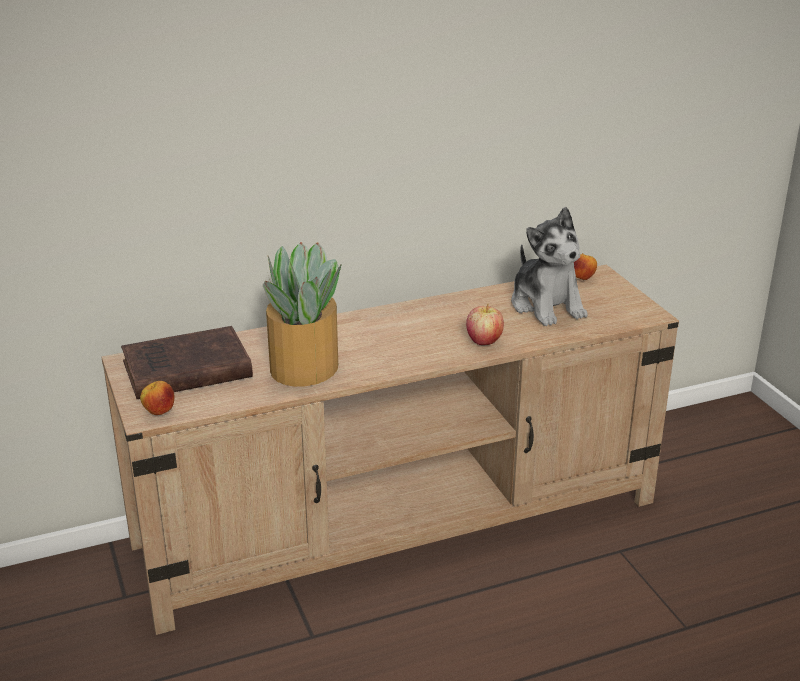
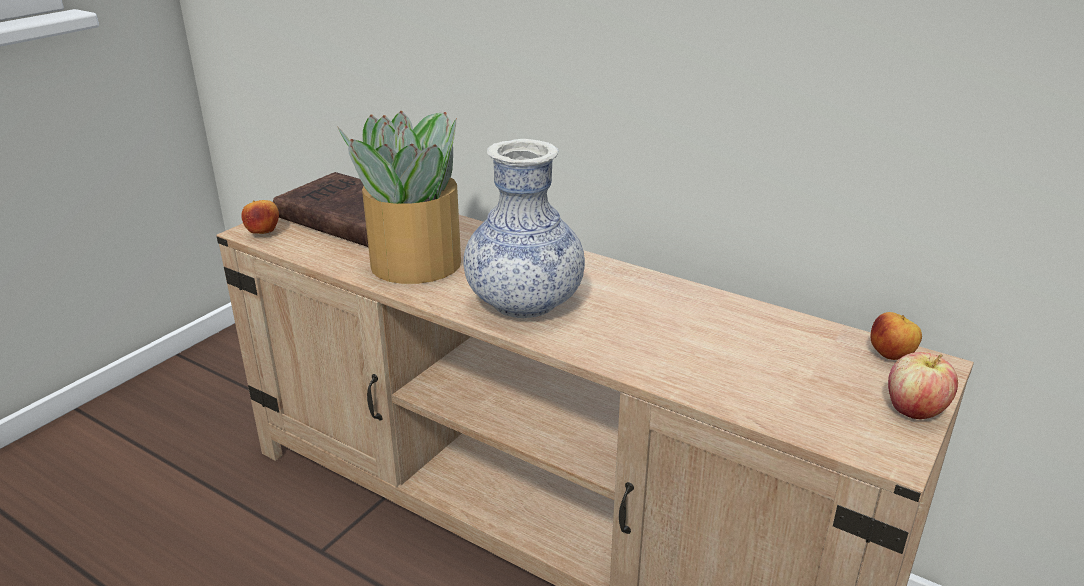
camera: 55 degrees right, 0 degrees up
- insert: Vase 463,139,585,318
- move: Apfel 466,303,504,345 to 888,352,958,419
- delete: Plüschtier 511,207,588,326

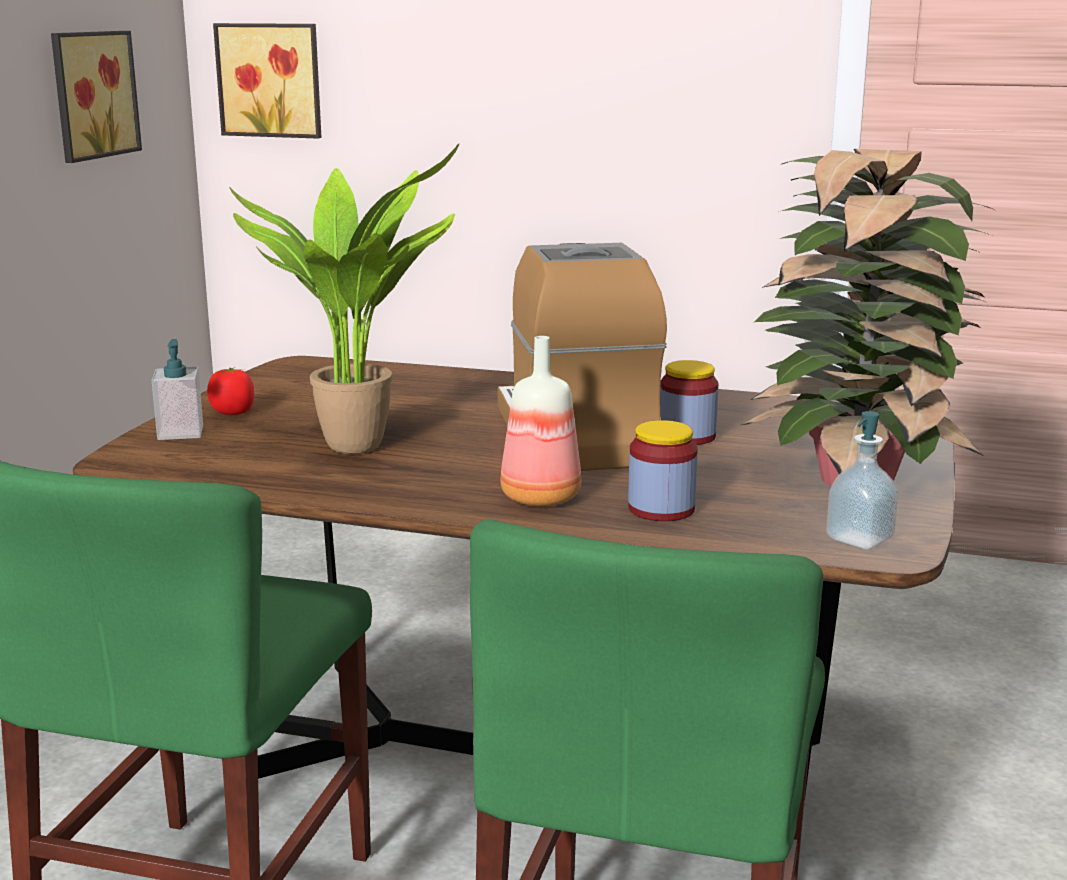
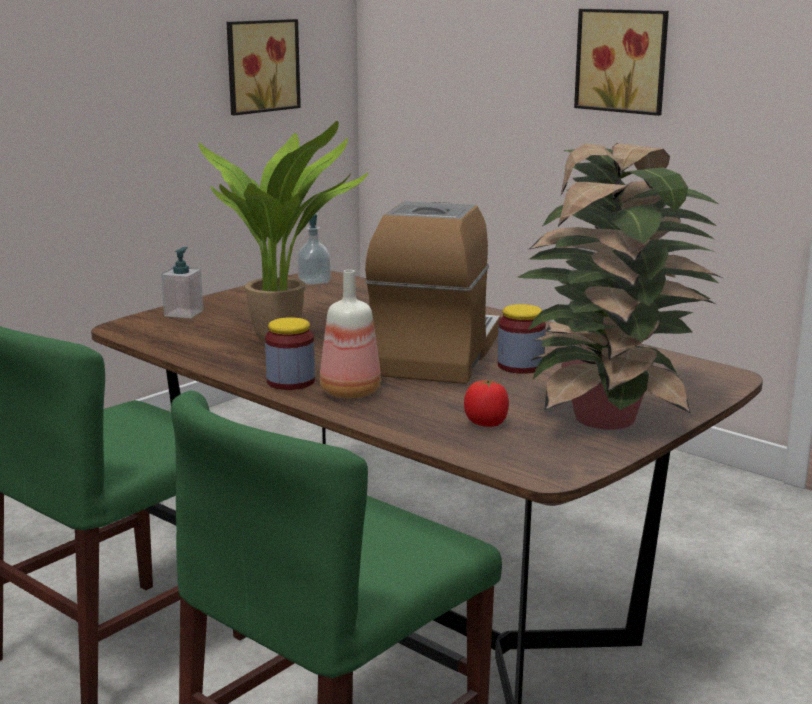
camera: 25 degrees right, 0 degrees up
- move: Vorratsglas 628,420,698,521 to 265,317,315,390
- move: Seifenspender 826,411,899,550 to 297,214,331,285
- move: Tomate 207,367,254,415 to 464,379,509,427
- move: Bild 213,23,322,139 to 574,9,669,116

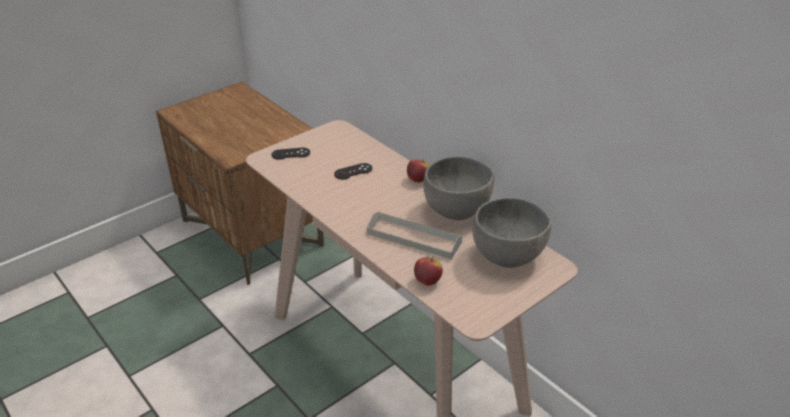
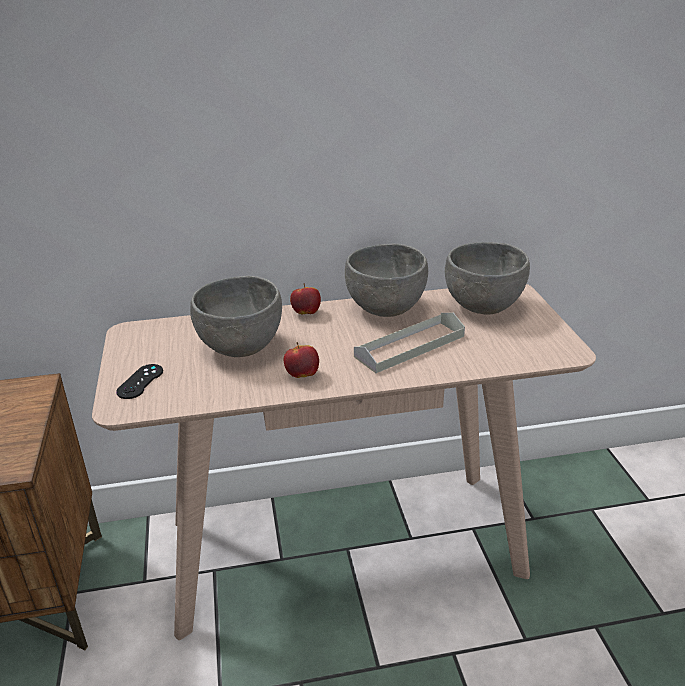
camera: 60 degrees left, 5 degrees down
- replace: Gamepad [schwarz] 334,163,372,179 to Schüssel [grau] 190,276,282,357
- move: Apfel 414,256,443,286 to 284,342,319,378

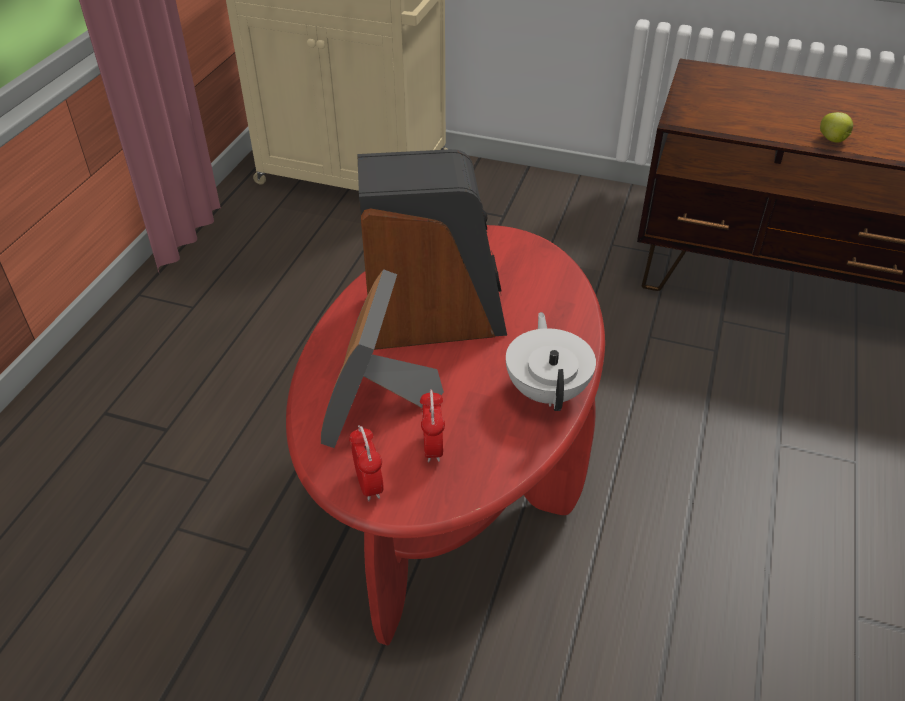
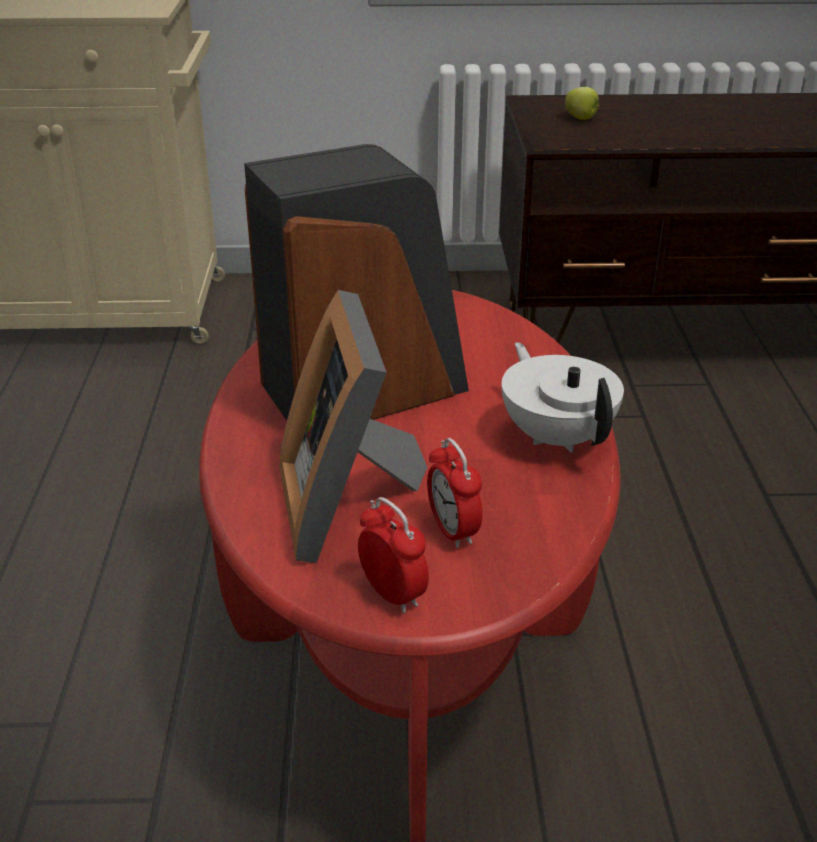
camera: 20 degrees left, 10 degrees down
- move: Apfel 820,112,853,143 to 565,87,600,120

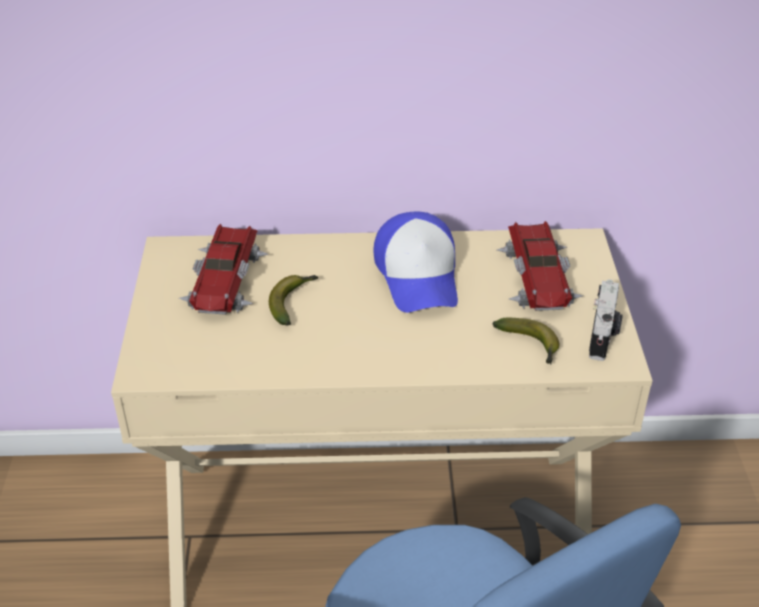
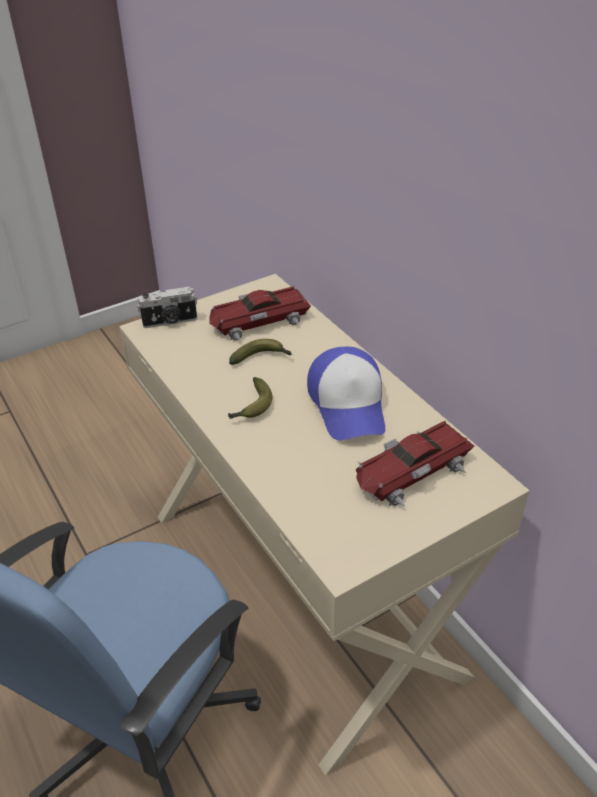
camera: 60 degrees right, 0 degrees up
- move: Kamera 589,279,623,361 to 137,287,197,328
- move: Banane 492,318,559,365 to 228,377,272,419
- rotate: Kappe 374,212,458,313 = 307,347,385,441 60 degrees counterclockwise

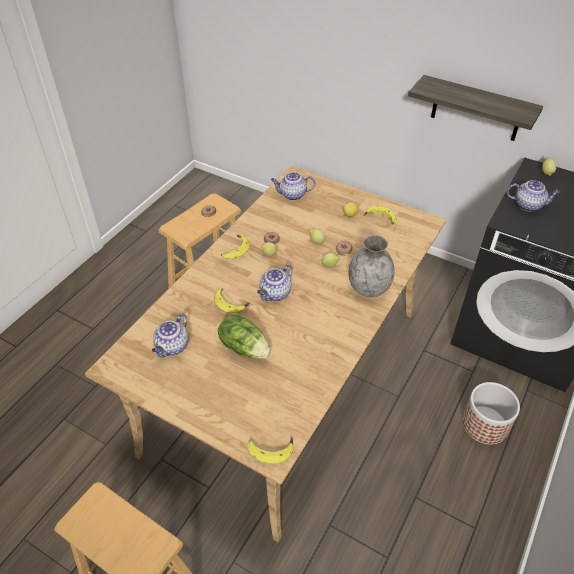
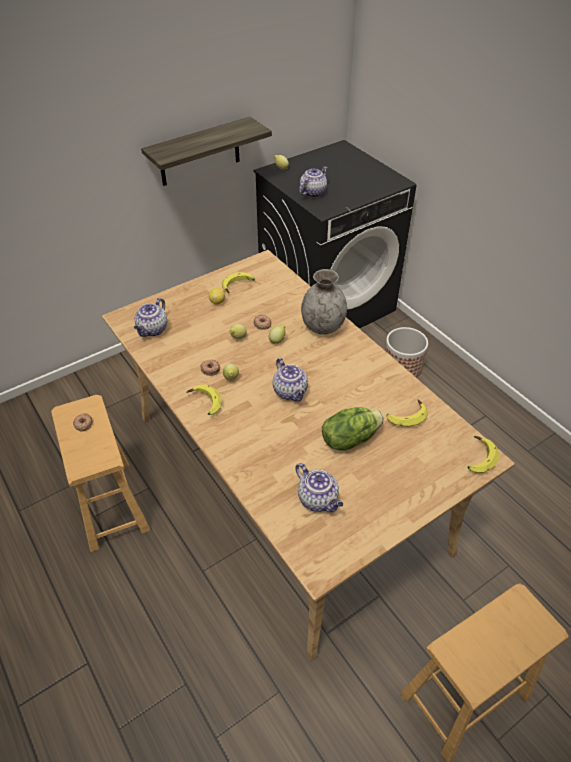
camera: 65 degrees left, 0 degrees up
- move: Banane 214,288,250,314 to 386,399,428,427

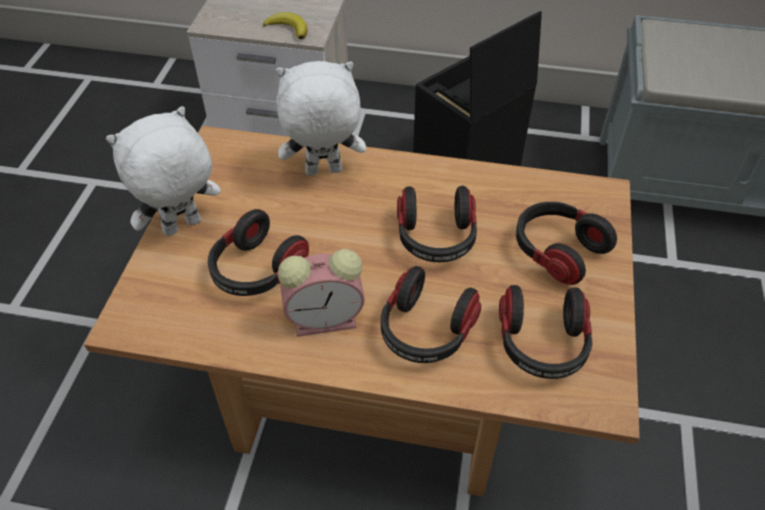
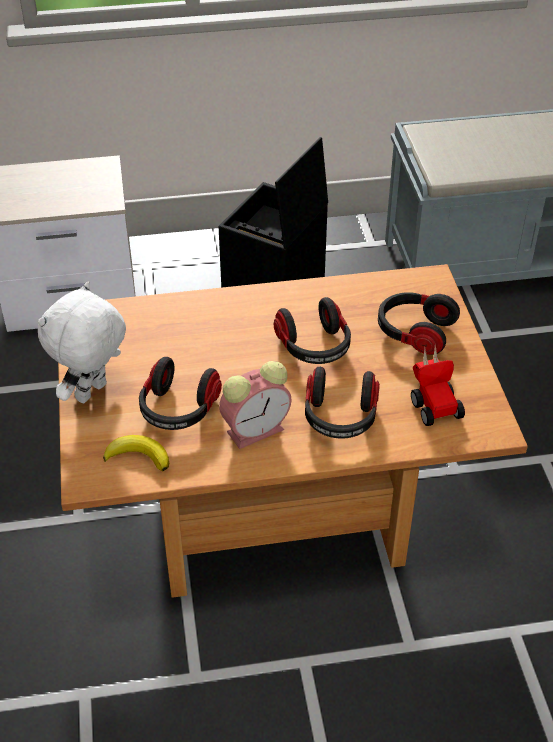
camera: 20 degrees left, 5 degrees down
- move: Banane 263,12,307,39 to 103,435,169,471
- replace: Kopfhörer 499,285,593,379 to Spielzeugauto 411,345,465,426
- delete: Plüschtier [weiß] 276,61,366,175

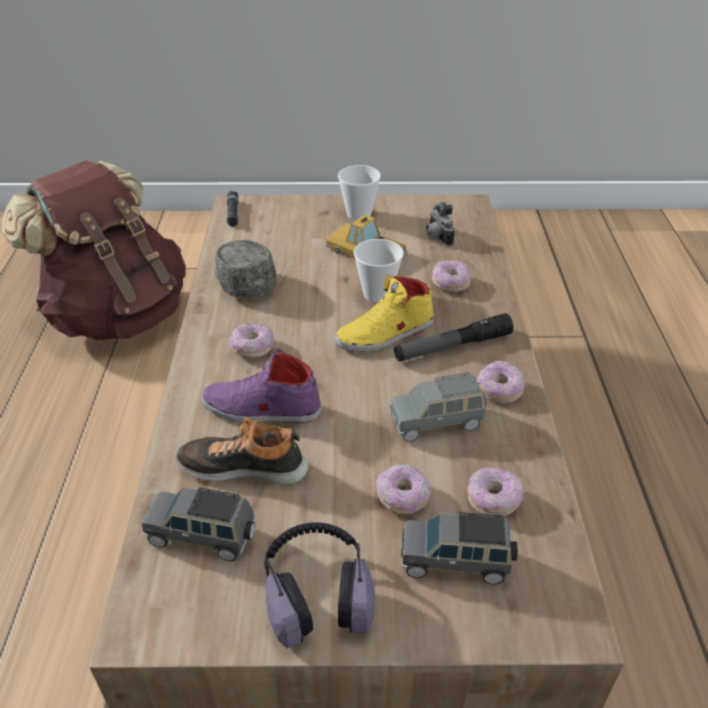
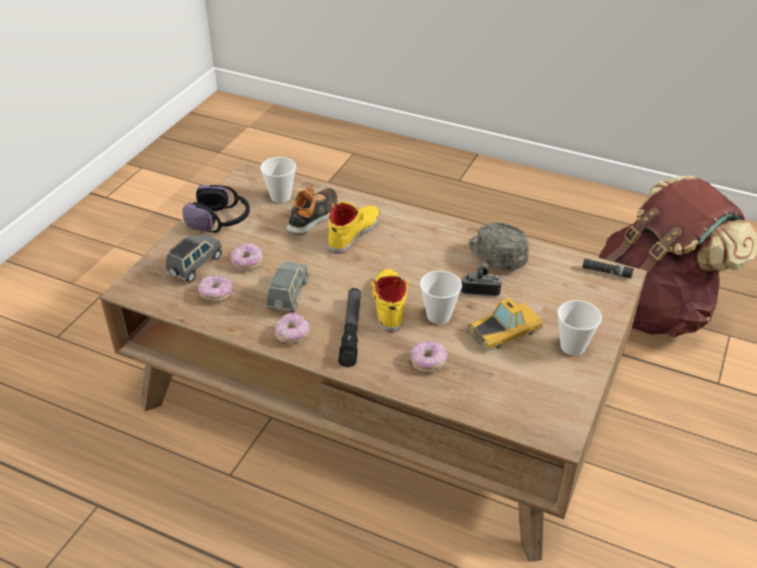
camera: 115 degrees right, 0 degrees up
- replace: Spielzeugauto [grau] 142,487,255,561 to Tasse 260,157,296,203
- recolor: Schuh [lila] 202,348,322,423 to Schuh [gelb] 328,202,380,254
- move: Kamera 426,202,455,246 to 461,262,502,296
- rotate: Kappe [grau] 215,240,277,298 = 469,223,529,271 120 degrees counterclockwise
- delete: Donut 229,323,274,358

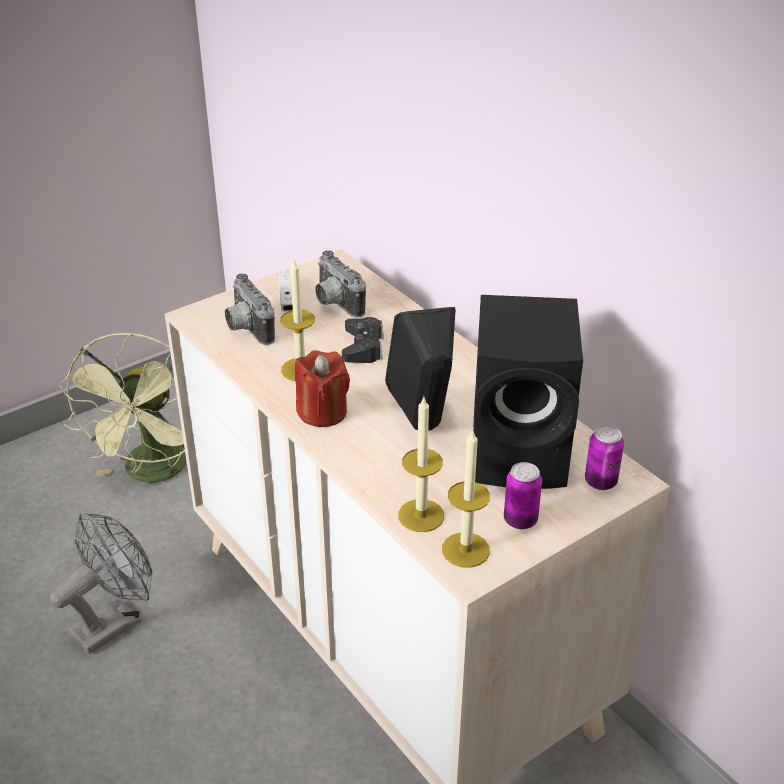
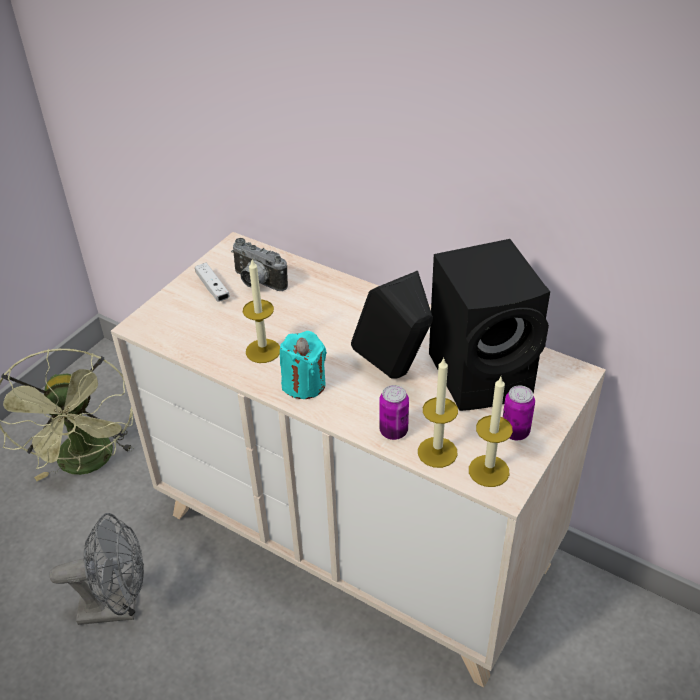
camera: 20 degrees left, 5 degrees up
- rotate: Ventilator [grau] 50,513,152,654 = 49,513,144,625 60 degrees clockwise
- recolor: Kerze [rot] 295,350,350,427 to Kerze [türkis] 280,331,327,399
- move: Dose 585,425,624,490 to 379,385,409,440
- delete: Kamera 225,274,275,345
- delete: Gamepad [schwarz] 342,317,384,363

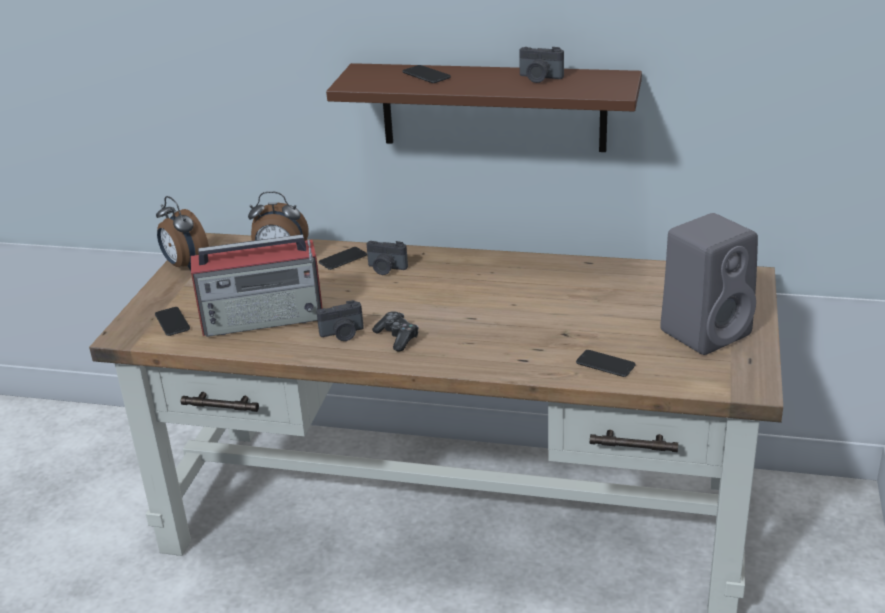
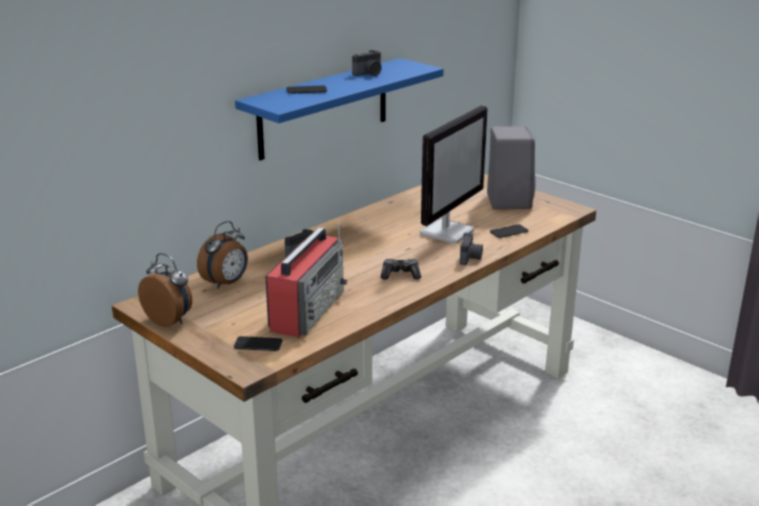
camera: 60 degrees left, 5 degrees down
- rotate: Wecker 156,196,209,271 = 138,253,192,327 135 degrees counterclockwise
- recolor: Wandregal [braun] 326,63,642,152 to Wandregal [blau] 235,58,444,160
- insert: Monitor 420,105,488,243
- move: Kamera 316,300,364,341 to 460,233,483,265
- delete: Handy 319,247,367,270

